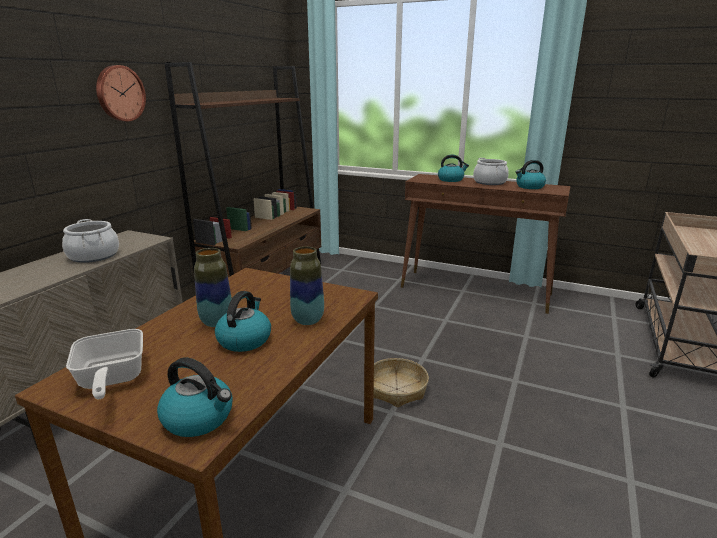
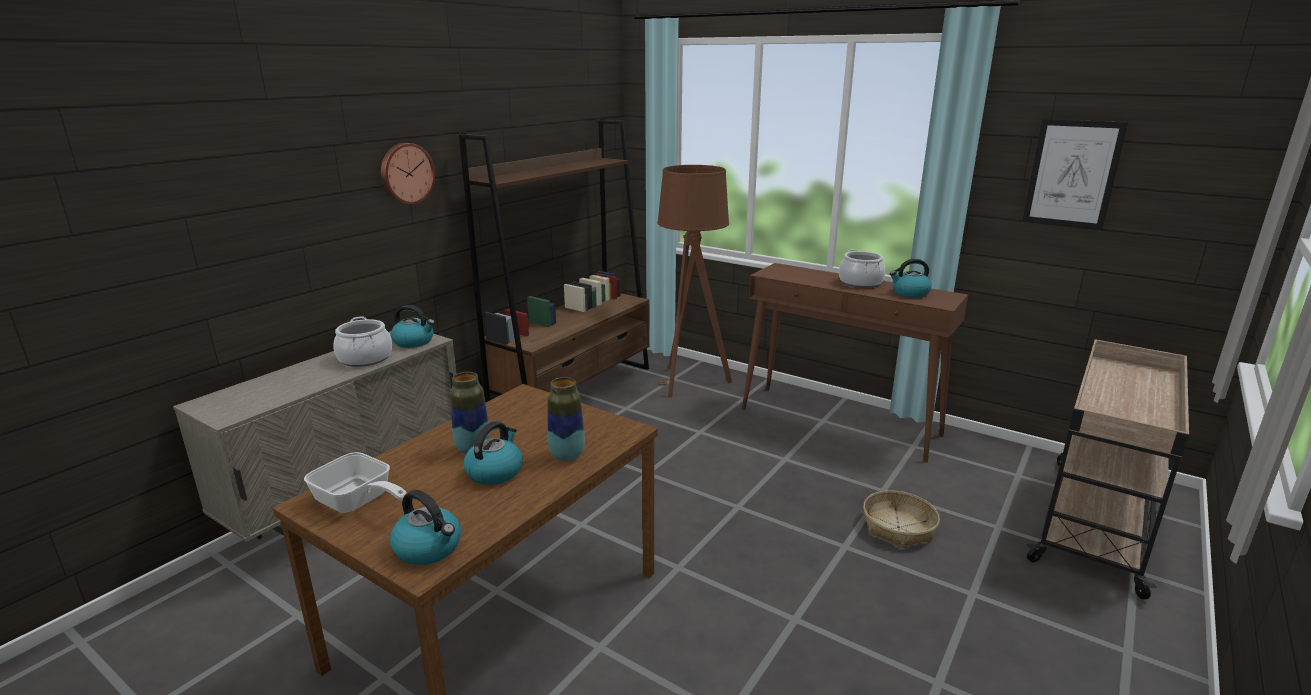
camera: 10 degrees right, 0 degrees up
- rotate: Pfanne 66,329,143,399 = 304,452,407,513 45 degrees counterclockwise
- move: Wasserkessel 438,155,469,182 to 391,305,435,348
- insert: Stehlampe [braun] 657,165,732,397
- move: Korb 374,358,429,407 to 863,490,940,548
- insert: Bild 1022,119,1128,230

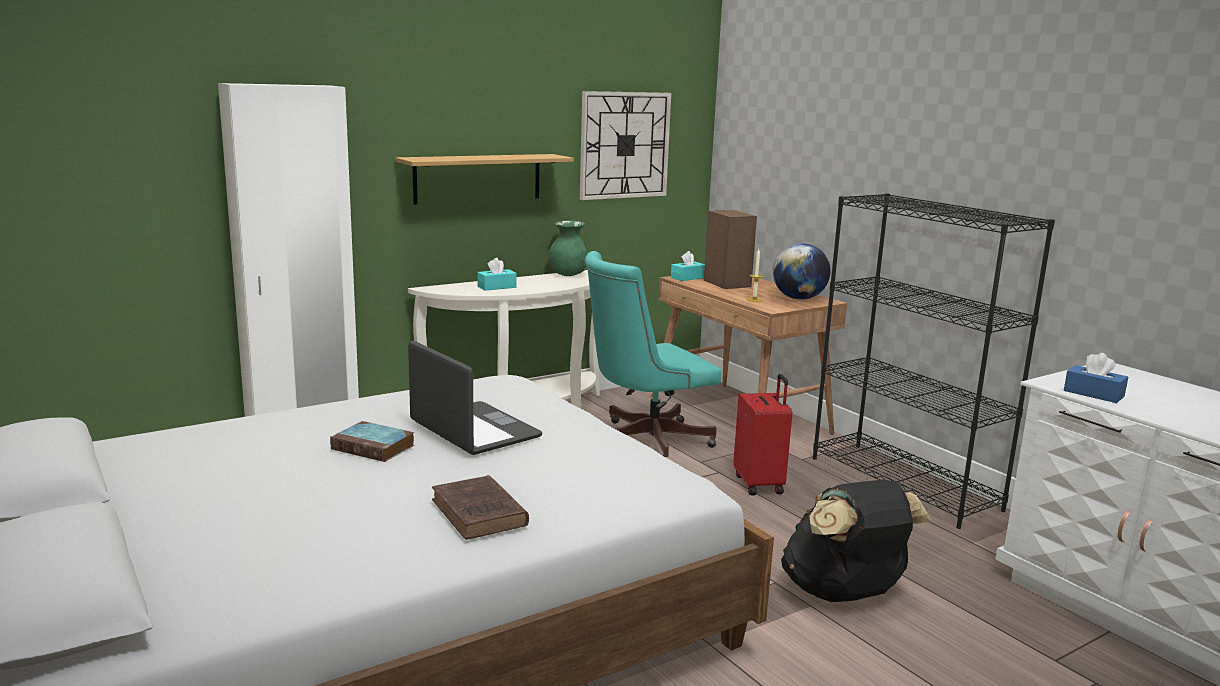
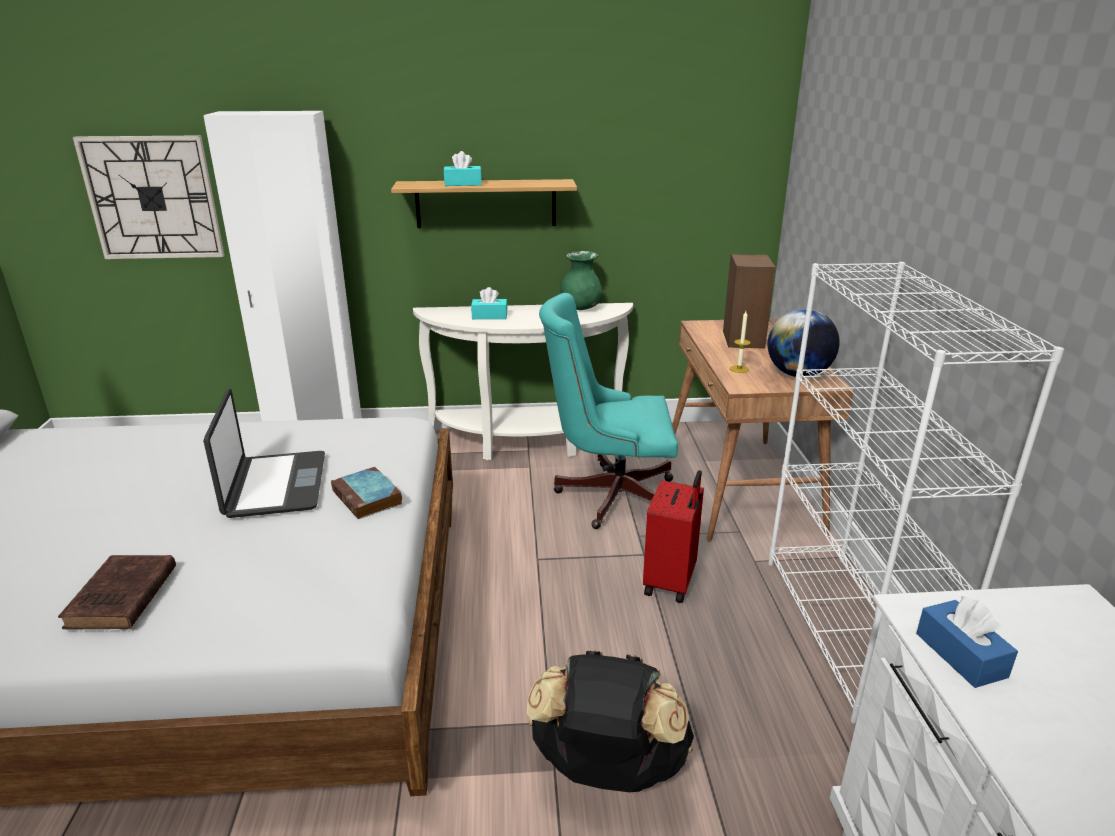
camera: 30 degrees right, 10 degrees up
- move: Wanduhr 580,91,671,200 to 73,135,225,259
- move: Buch 330,421,414,462 to 331,467,402,519
- move: Taschentuchbox [türkis] 671,251,705,281 to 444,151,482,186
- recolor: Bücherregal [schwarz] 813,193,1055,529 to Bücherregal [weiß] 768,262,1064,724

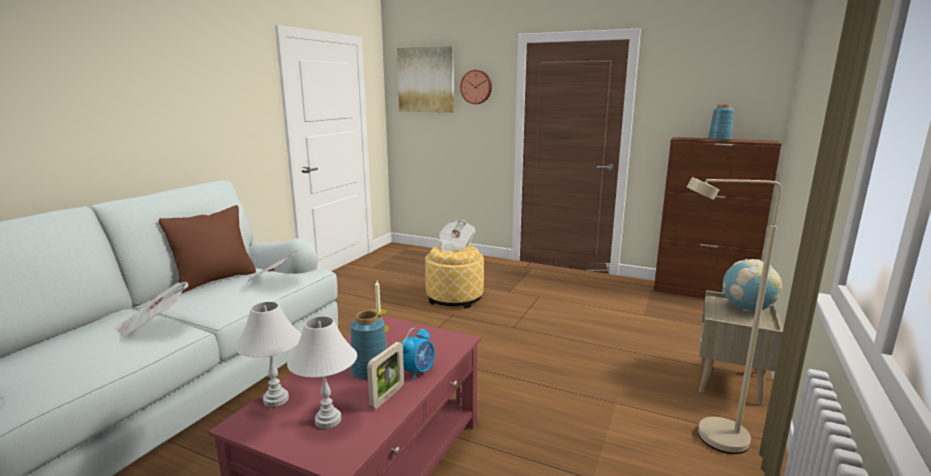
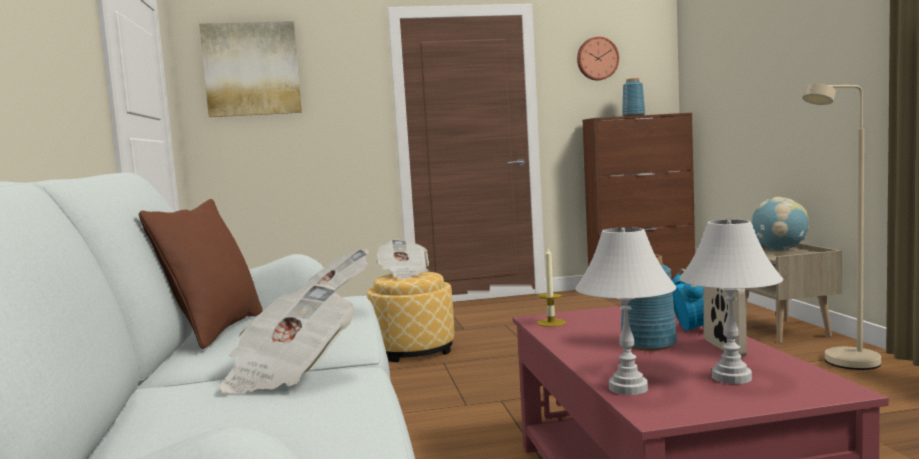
camera: 35 degrees left, 10 degrees down
- move: Wanduhr 460,70,492,104 to 577,36,619,80

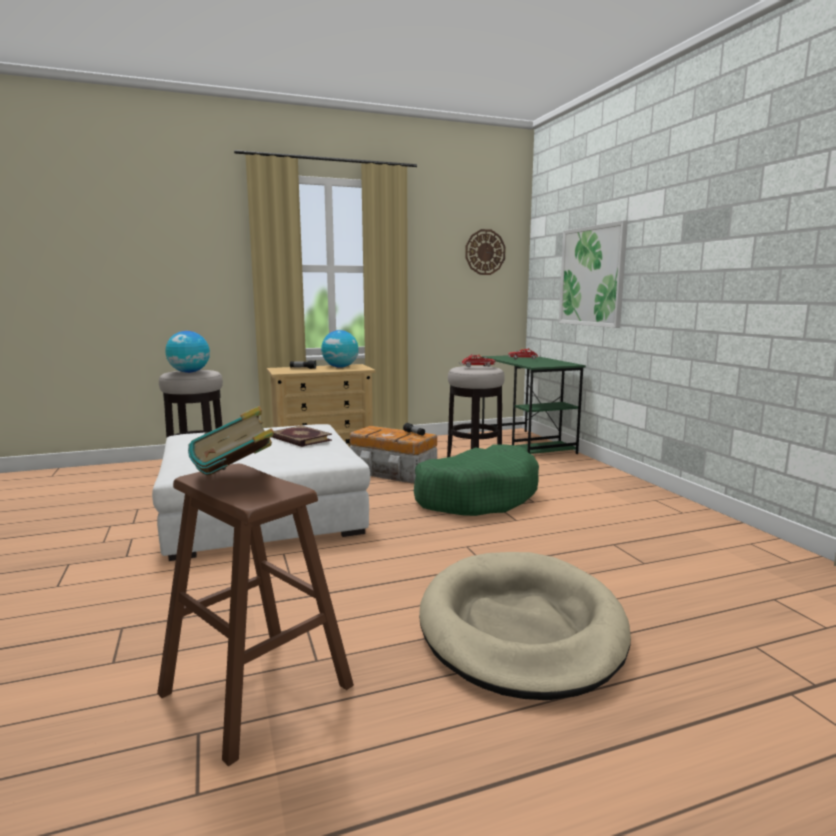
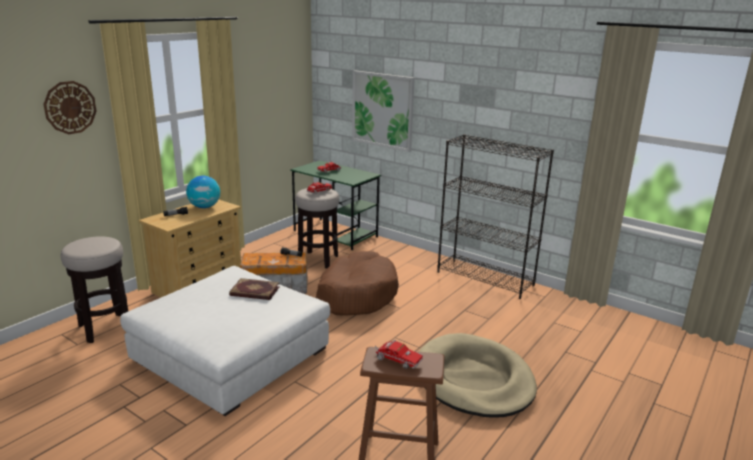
camera: 35 degrees left, 10 degrees up
- move: Wanduhr 465,229,506,275 to 44,81,96,134
- recolor: Hundebett [grün] 414,444,539,516 to Hundebett [braun] 316,251,399,316
- replace: Buch 188,406,274,475 to Spielzeuglaster 375,340,423,369
- insert: Bücherregal [schwarz] 437,134,554,299
- delete: Globus 166,331,210,373

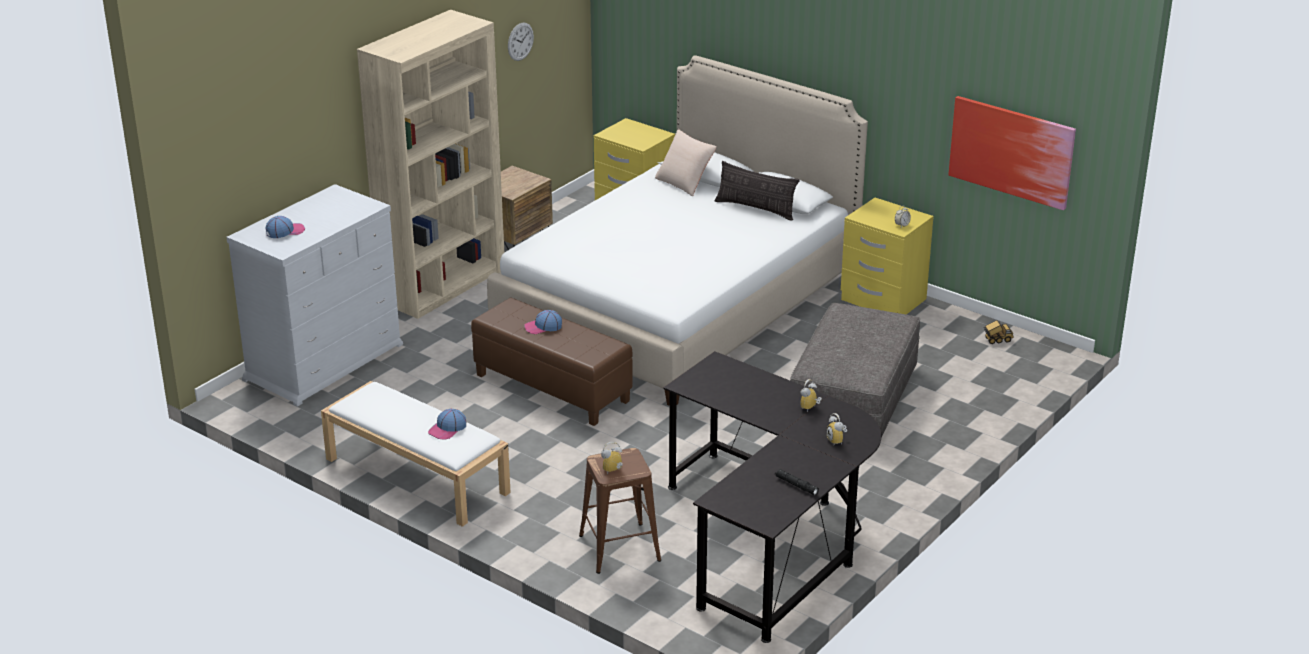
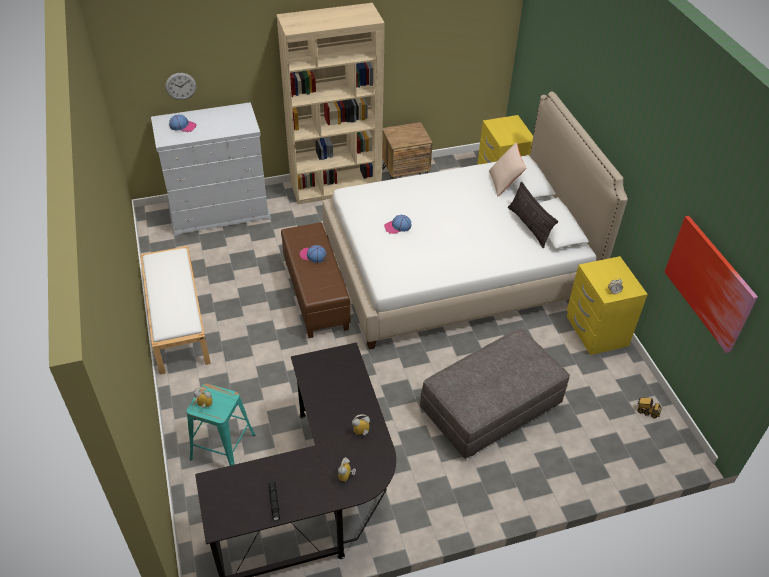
camera: 35 degrees right, 15 degrees up
- move: Wanduhr 508,22,534,61 to 165,73,196,100
- recolor: Hocker [braun] 579,448,661,574 to Hocker [türkis] 187,383,255,466
- move: Kappe 428,409,466,440 to 384,215,411,234

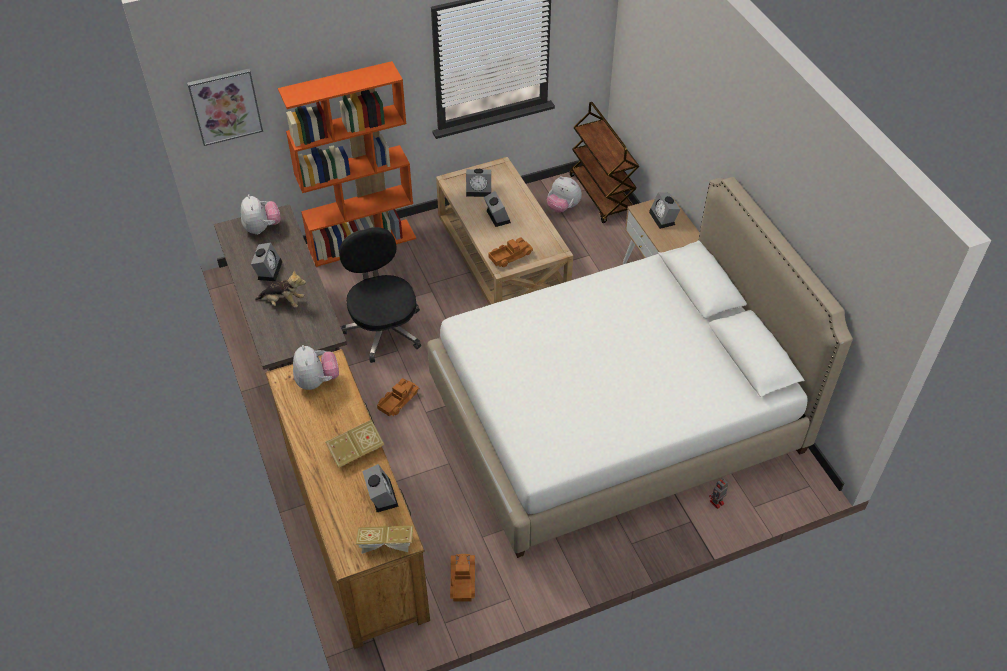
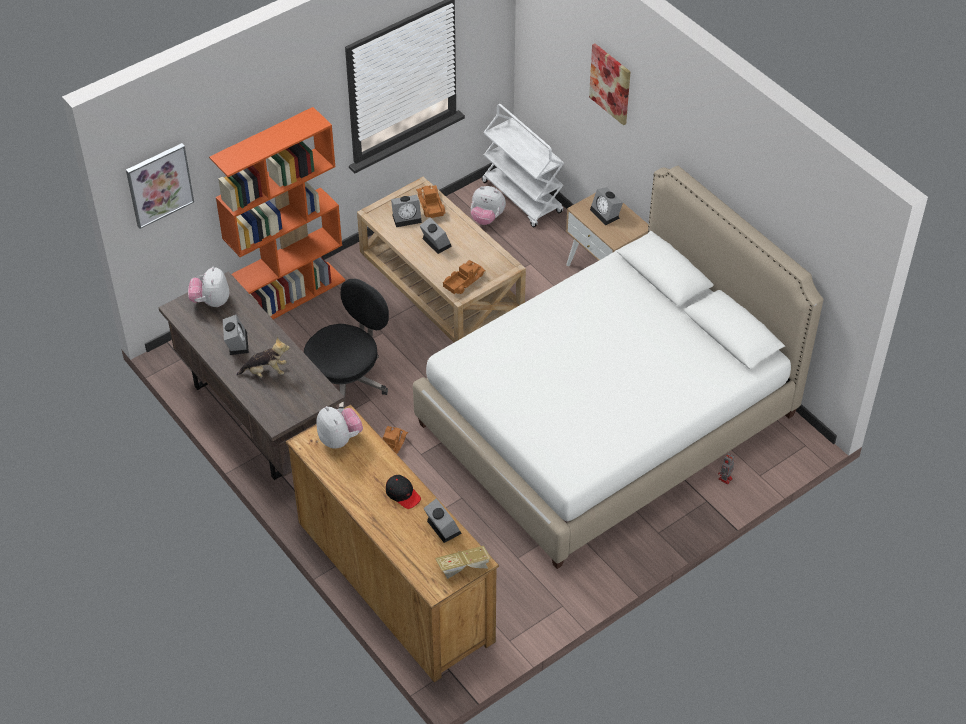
camera: 15 degrees left, 0 degrees up
- rotate: Plüschtier 241,194,281,235 = 188,267,229,307 150 degrees counterclockwise
- rotate: Bürostuhl [schwarz] 339,227,421,363 = 304,279,389,409 75 degrees clockwise
- replace: Buch 325,420,384,468 to Kappe [schwarz] 386,475,421,509
- move: Spielzeuglaster 450,554,475,602 to 416,185,445,218
- recolor: Rollwagen [braun] 570,102,639,223 to Rollwagen [weiß] 482,104,564,227
- insert: Bild 589,43,631,126

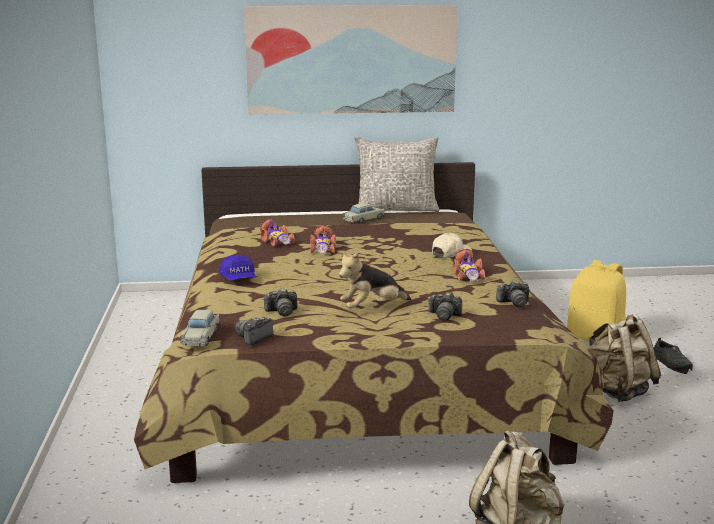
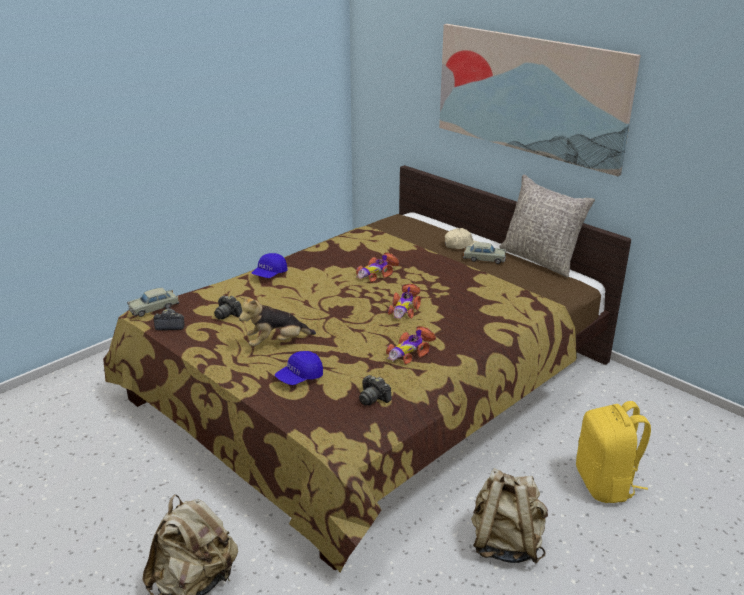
camera: 50 degrees right, 10 degrees up
- rotate: Plüschtier 339,252,411,308 = 239,297,316,347 45 degrees counterclockwise
- replace: Kamera 428,292,462,321 to Kappe [blau] 275,351,323,385
- move: Spielzeugauto 260,218,295,247 to 388,284,421,319
- move: Kappe [beige] 432,233,472,258 to 445,228,478,249
- delete: Schuh [schwarz] 654,338,693,374

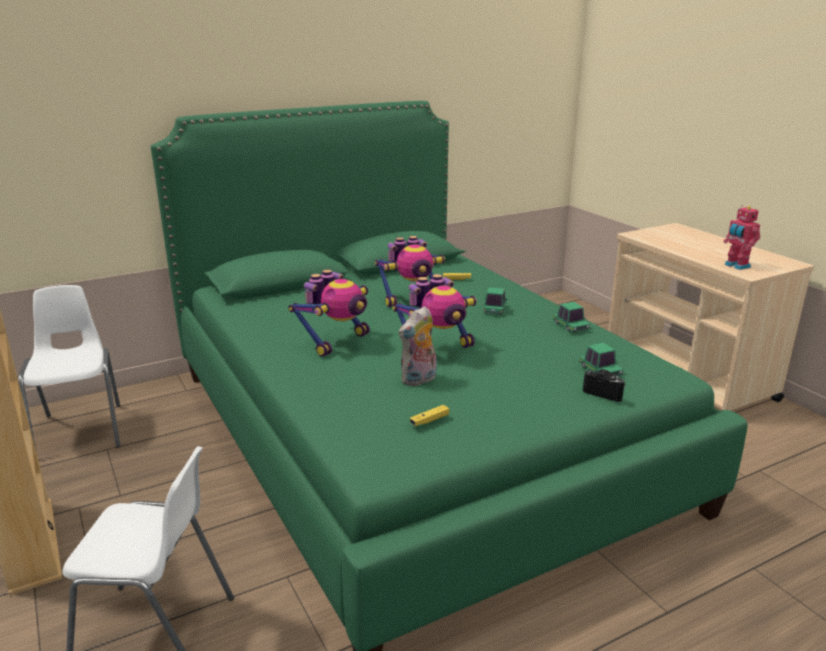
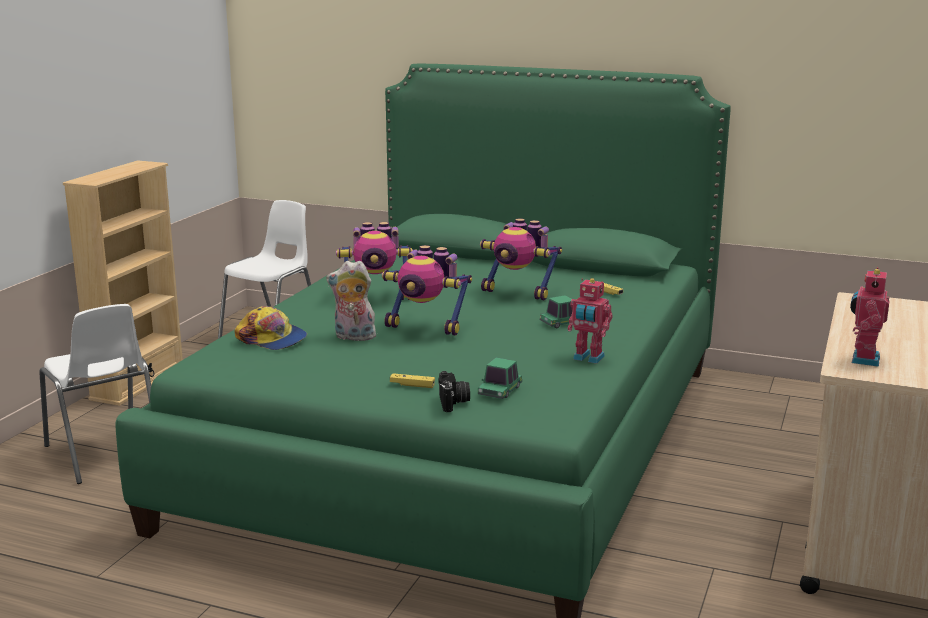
camera: 50 degrees right, 5 degrees down
- insert: Kappe 235,306,307,350
- move: Gamepad [gelb] 410,405,449,426 to 390,373,435,388
- replace: Spielzeugauto 553,302,590,332 to Spielzeugroboter 568,278,613,364

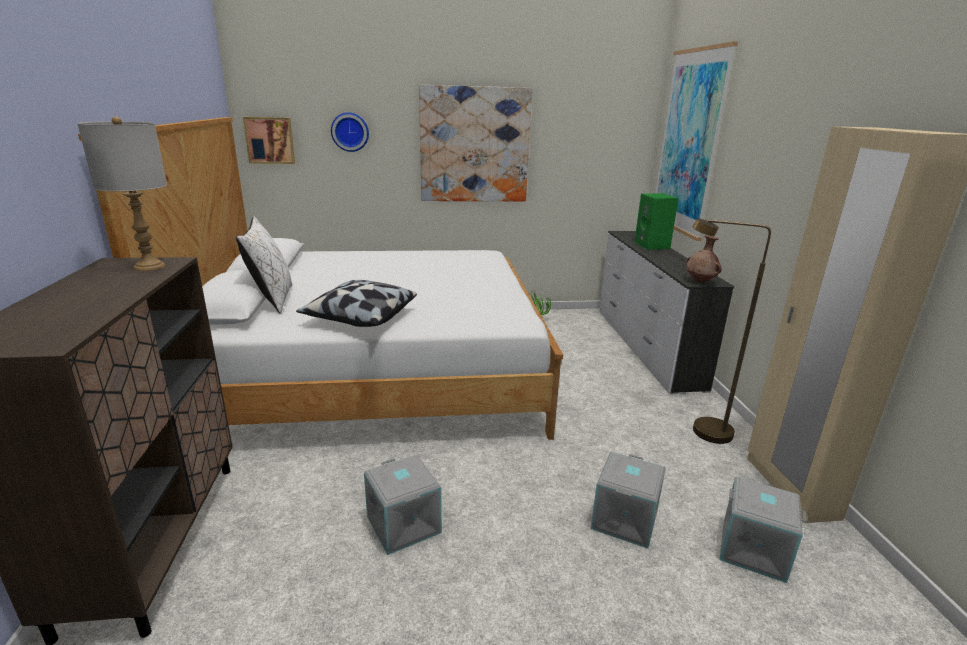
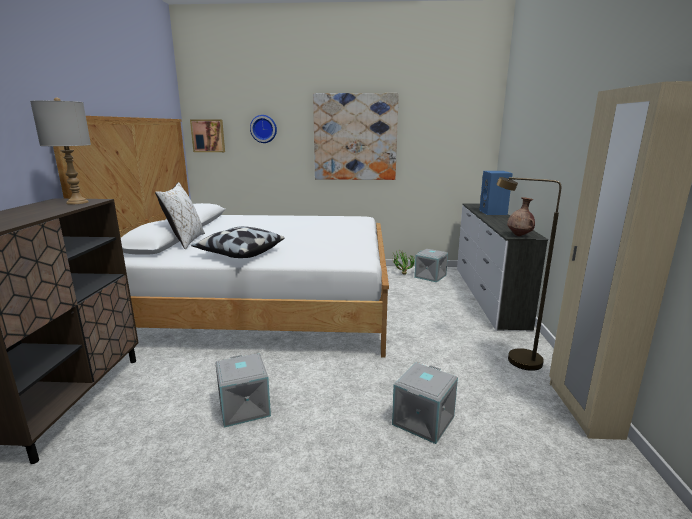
camera: 10 degrees right, 5 degrees down
- move: Aufbewahrungsbox [grau] 720,477,807,583 to 414,249,448,282
- recolor: Lautsprecher [grün] 634,193,679,250 to Lautsprecher [blau] 479,171,513,215
- delete: Bild 655,41,738,241

